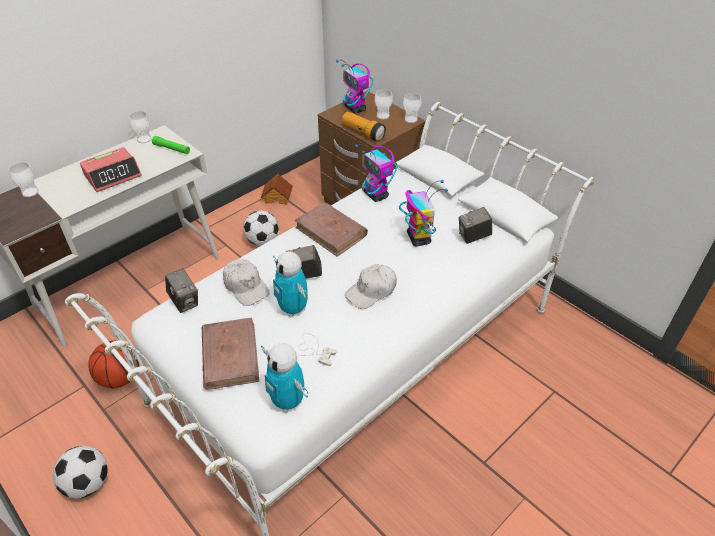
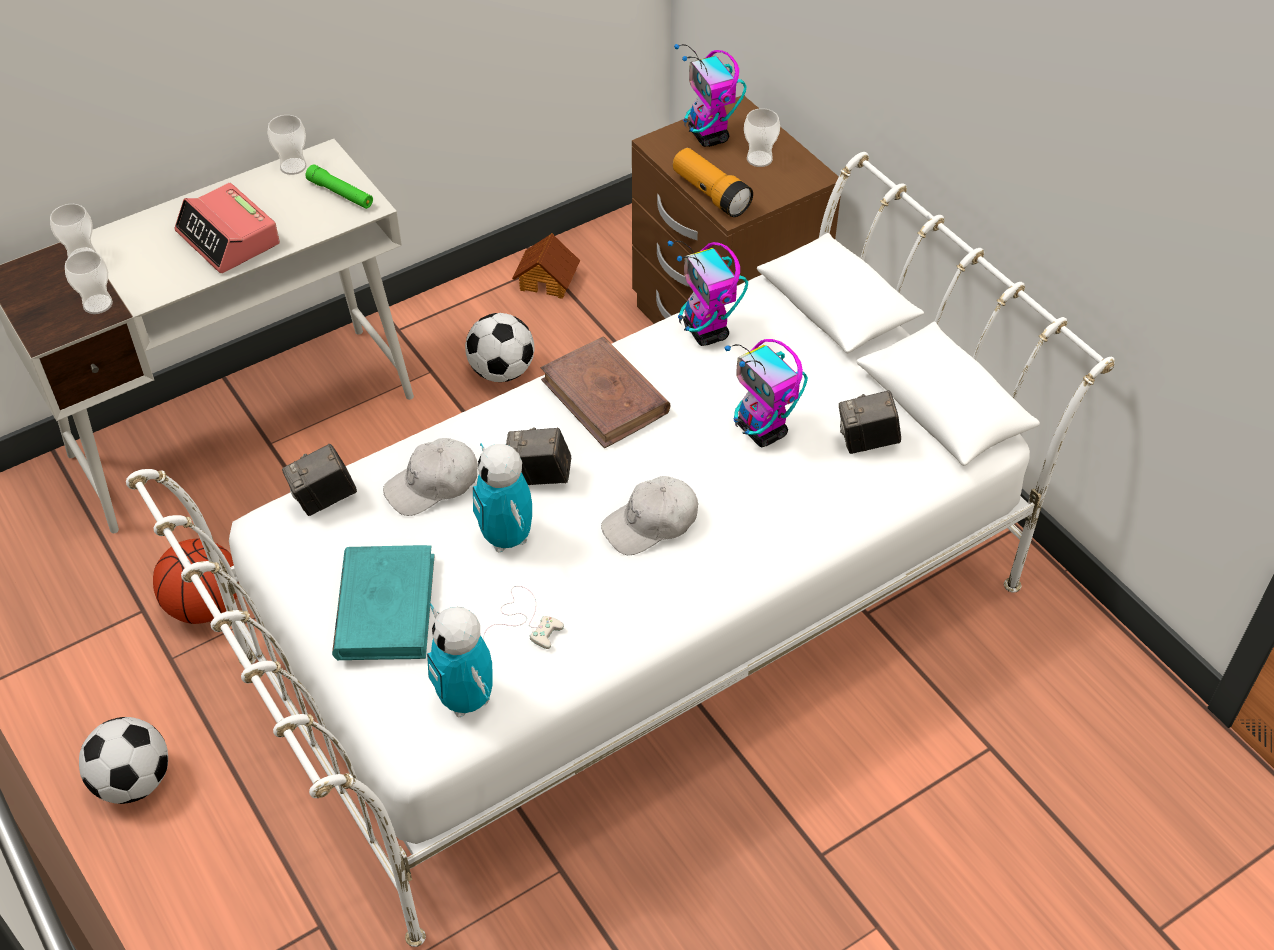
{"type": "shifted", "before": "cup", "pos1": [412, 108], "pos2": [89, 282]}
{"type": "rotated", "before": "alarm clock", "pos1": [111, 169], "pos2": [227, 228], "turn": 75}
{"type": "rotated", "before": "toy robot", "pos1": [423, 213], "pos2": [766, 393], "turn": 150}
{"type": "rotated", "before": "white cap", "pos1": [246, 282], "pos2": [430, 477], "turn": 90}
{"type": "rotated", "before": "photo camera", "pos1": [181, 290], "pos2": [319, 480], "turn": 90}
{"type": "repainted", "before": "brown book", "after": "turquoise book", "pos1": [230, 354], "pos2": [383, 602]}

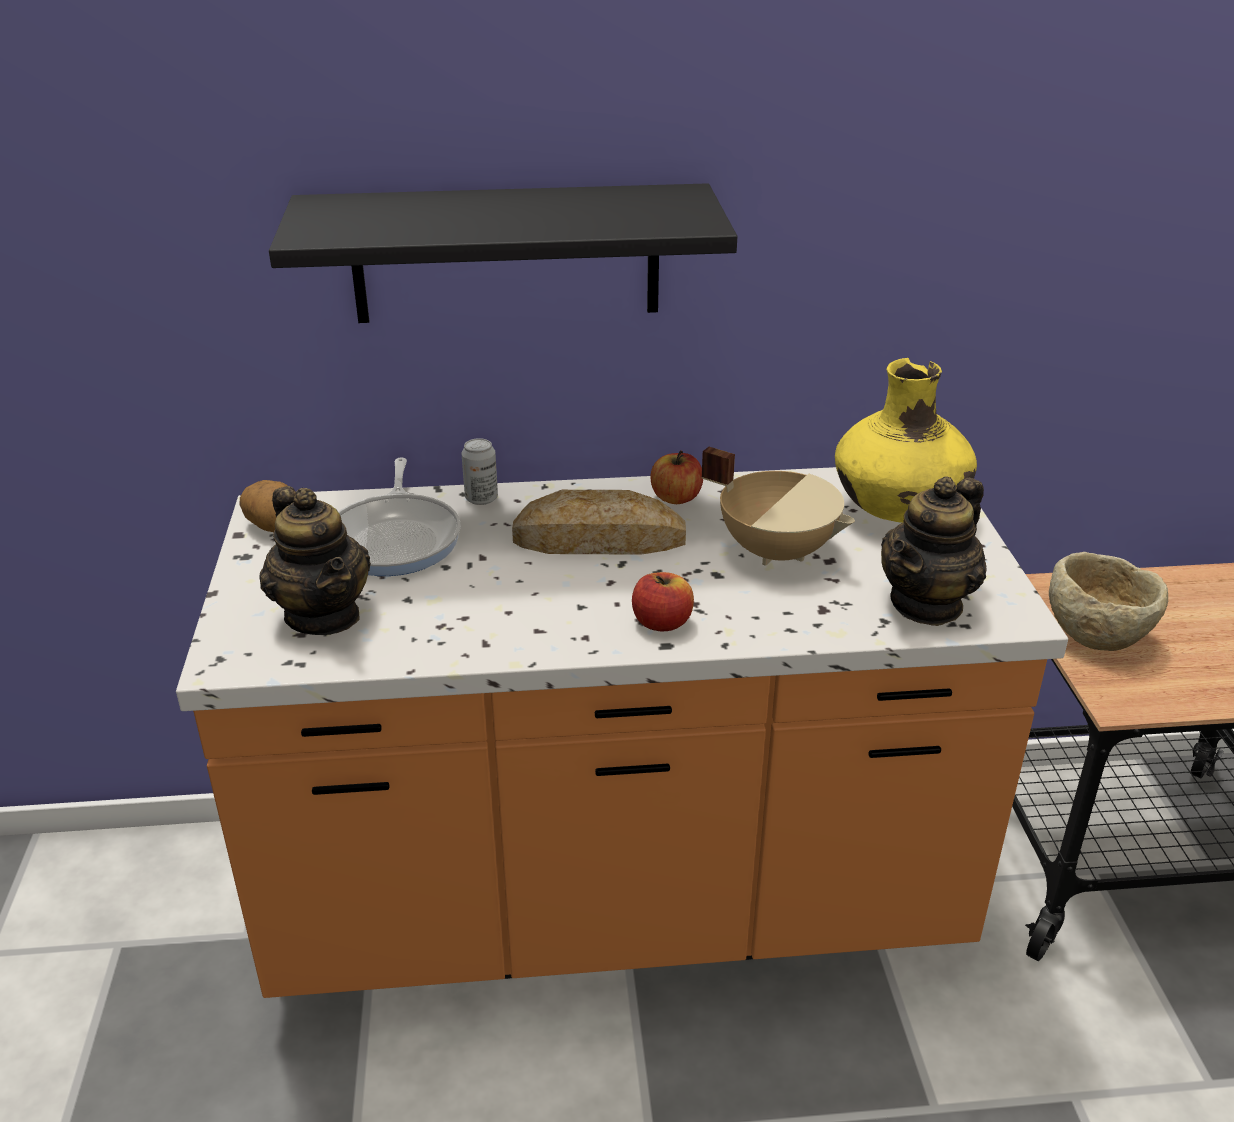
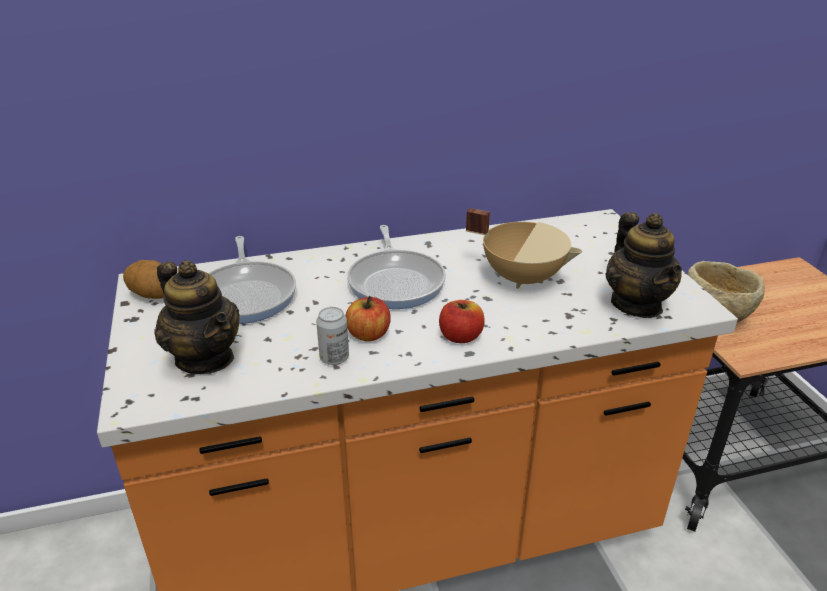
{"type": "gone", "before": "black shelf", "pos1": [503, 253]}
{"type": "gone", "before": "yellow vase", "pos1": [906, 440]}
{"type": "shifted", "before": "can", "pos1": [480, 471], "pos2": [332, 336]}
{"type": "shifted", "before": "apple", "pos1": [676, 477], "pos2": [368, 318]}
{"type": "rotated", "before": "teapot", "pos1": [933, 551], "pos2": [644, 265], "turn": -45}
{"type": "swapped", "before": "bread", "after": "frying pan", "pos1": [599, 522], "pos2": [396, 267]}

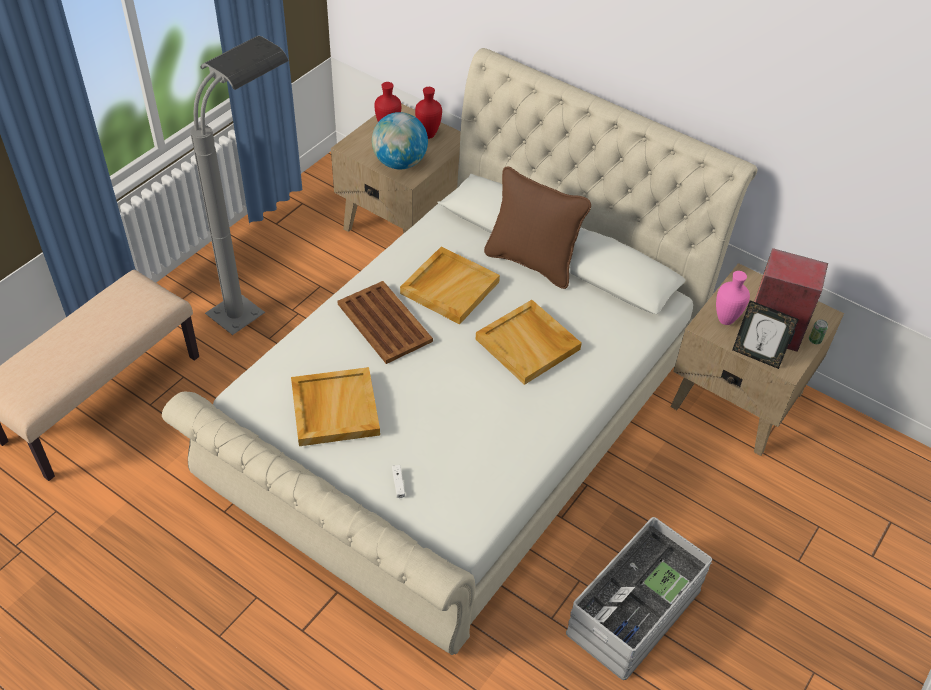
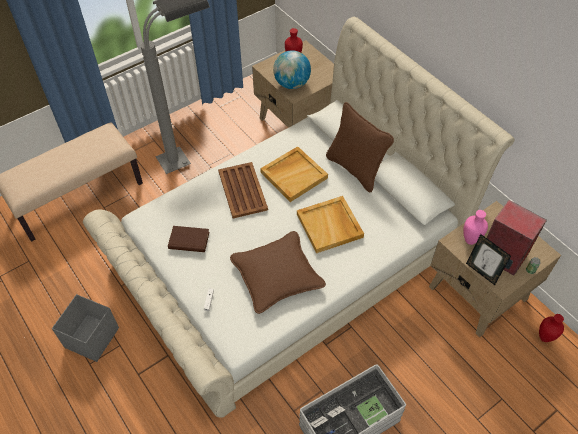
{"type": "shifted", "before": "red vase", "pos1": [428, 113], "pos2": [551, 328]}
{"type": "swapped", "before": "beige tray", "after": "brown book", "pos1": [335, 406], "pos2": [188, 239]}
{"type": "new", "after": "brown pillow", "pos2": [278, 272]}
{"type": "new", "after": "grey storage box", "pos2": [85, 328]}

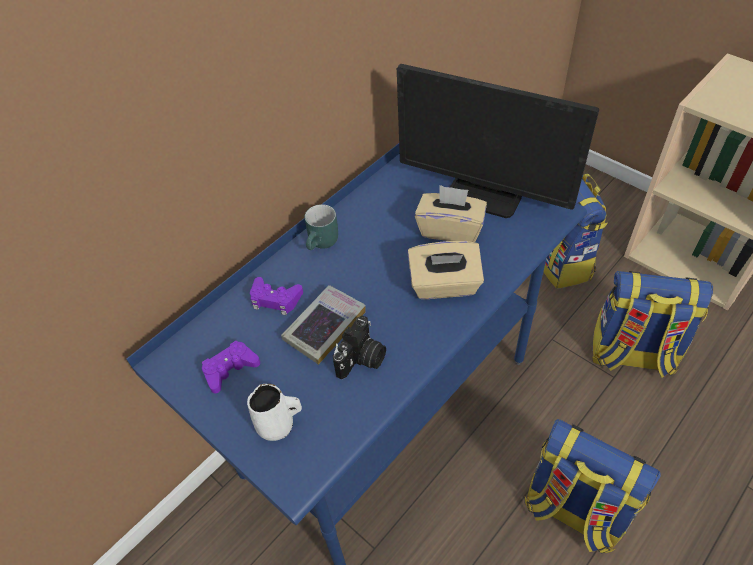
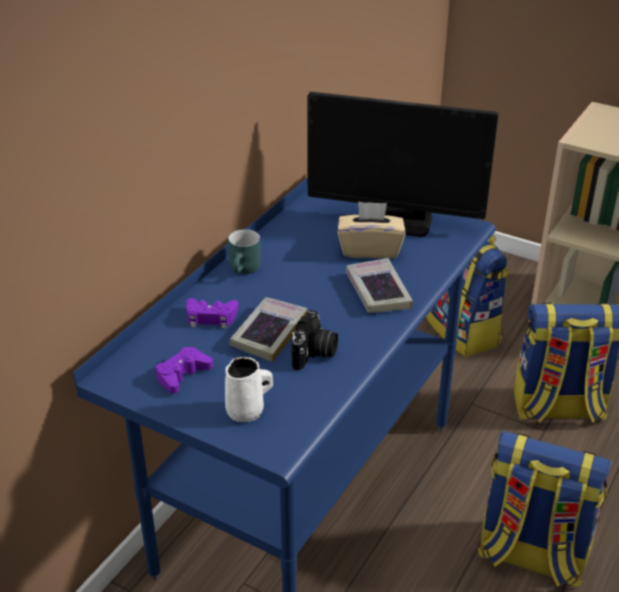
{"type": "swapped", "before": "beige tissue box", "after": "book", "pos1": [446, 270], "pos2": [379, 285]}

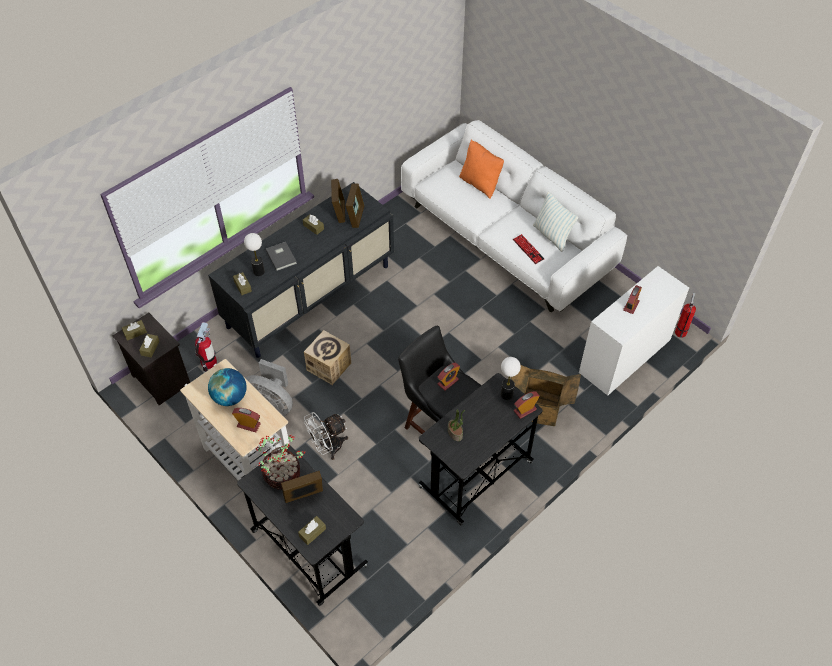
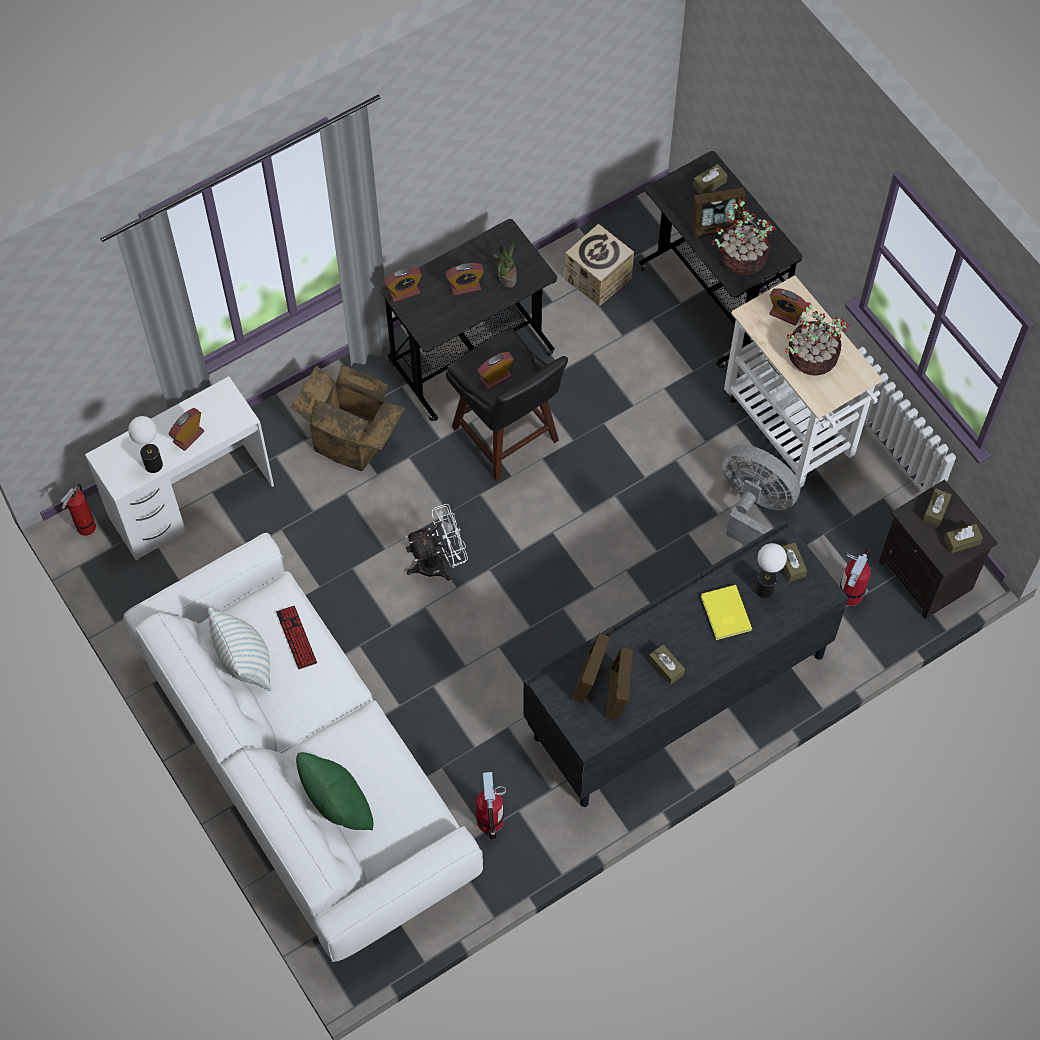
{"type": "repainted", "before": "orange pillow", "after": "green pillow", "pos1": [481, 169], "pos2": [334, 791]}
{"type": "repainted", "before": "grey book", "after": "yellow book", "pos1": [281, 256], "pos2": [726, 612]}
{"type": "shifted", "before": "cardboard box", "pos1": [327, 357], "pos2": [599, 265]}
{"type": "shifted", "before": "table lamp", "pos1": [511, 378], "pos2": [145, 444]}
{"type": "swapped", "before": "globe", "after": "potted plant", "pos1": [227, 387], "pos2": [817, 339]}
{"type": "shifted", "before": "white fan", "pos1": [326, 436], "pos2": [436, 542]}
{"type": "new", "after": "alarm clock", "pos2": [465, 279]}
{"type": "new", "after": "fire extinguisher", "pos2": [491, 806]}

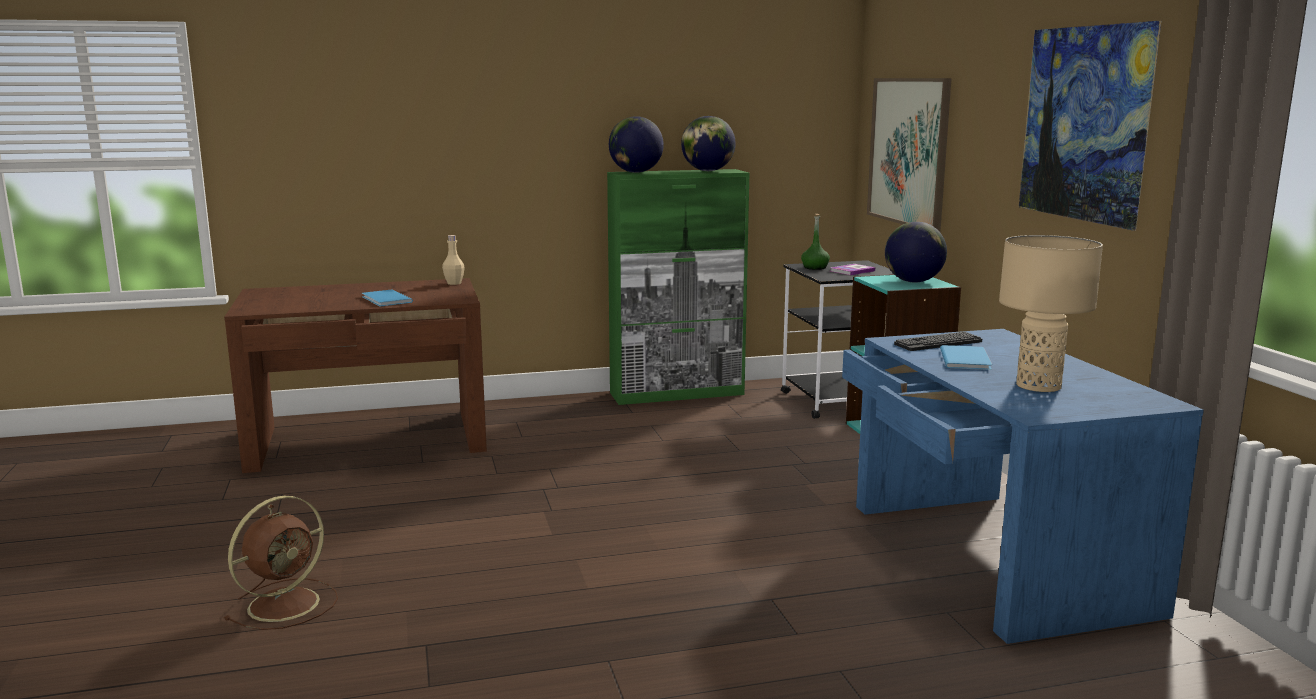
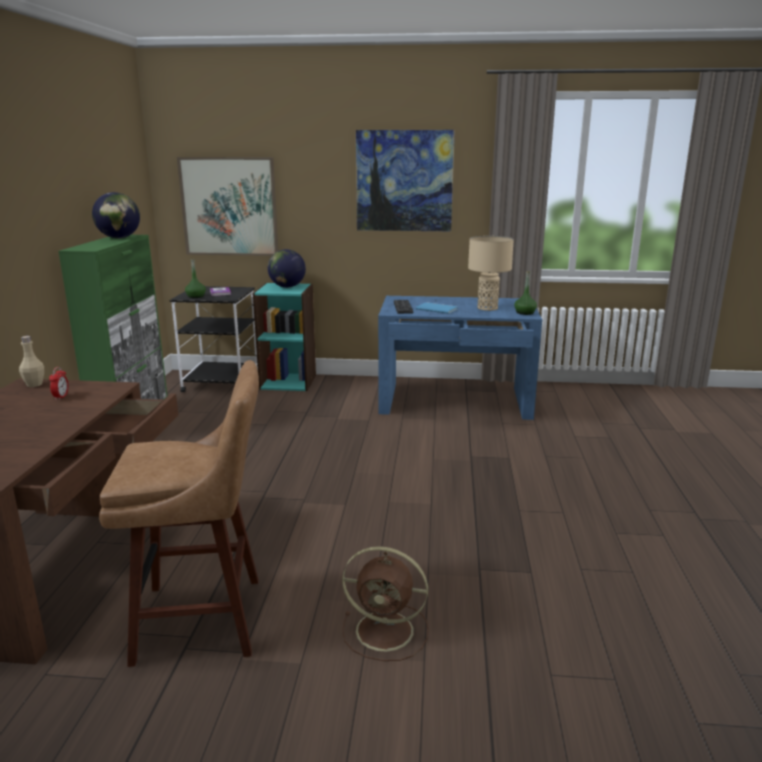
{"type": "gone", "before": "globe", "pos1": [636, 144]}
{"type": "gone", "before": "blue book", "pos1": [387, 297]}
{"type": "rotated", "before": "brown fan", "pos1": [281, 563], "pos2": [385, 603], "turn": 135}
{"type": "new", "after": "green bottle", "pos2": [525, 293]}
{"type": "new", "after": "brown stool", "pos2": [179, 513]}
{"type": "new", "after": "alarm clock", "pos2": [58, 383]}

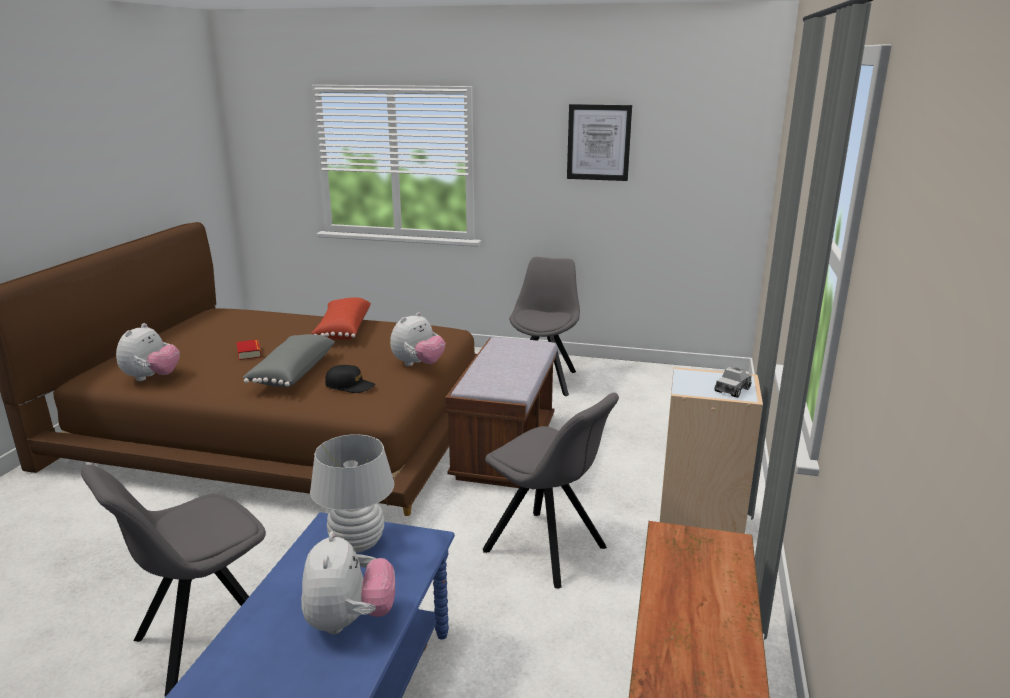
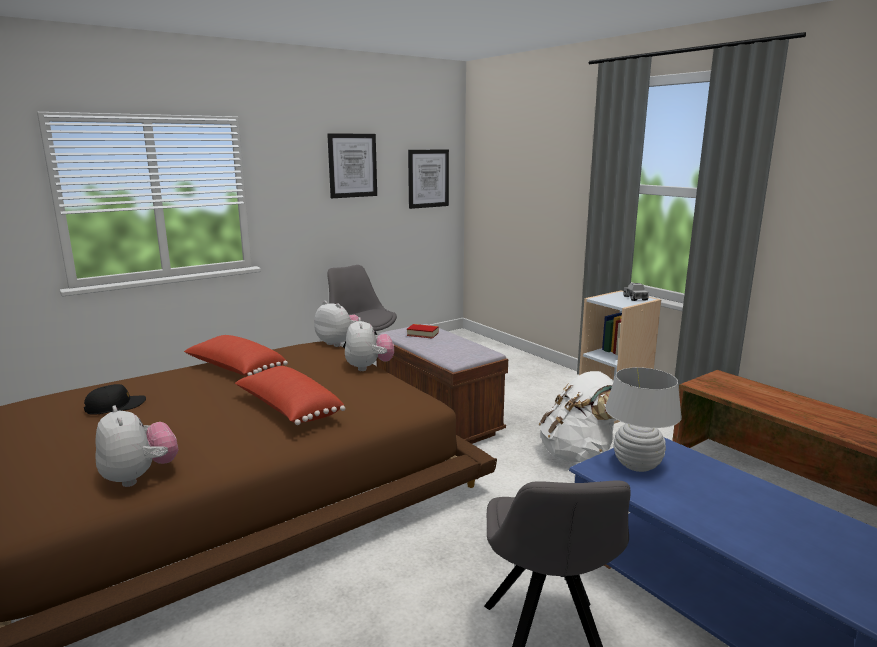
{"type": "repainted", "before": "grey pillow", "after": "red pillow", "pos1": [288, 360], "pos2": [290, 395]}
{"type": "shifted", "before": "book", "pos1": [249, 350], "pos2": [423, 331]}
{"type": "shifted", "before": "black cap", "pos1": [350, 379], "pos2": [115, 399]}
{"type": "swapped", "before": "grey chair", "after": "white backpack", "pos1": [551, 490], "pos2": [577, 416]}
{"type": "shifted", "before": "plush toy", "pos1": [348, 583], "pos2": [336, 324]}
{"type": "new", "after": "picture", "pos2": [428, 179]}

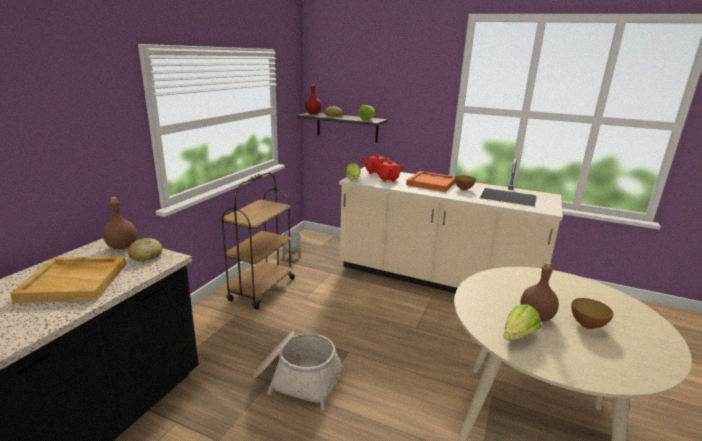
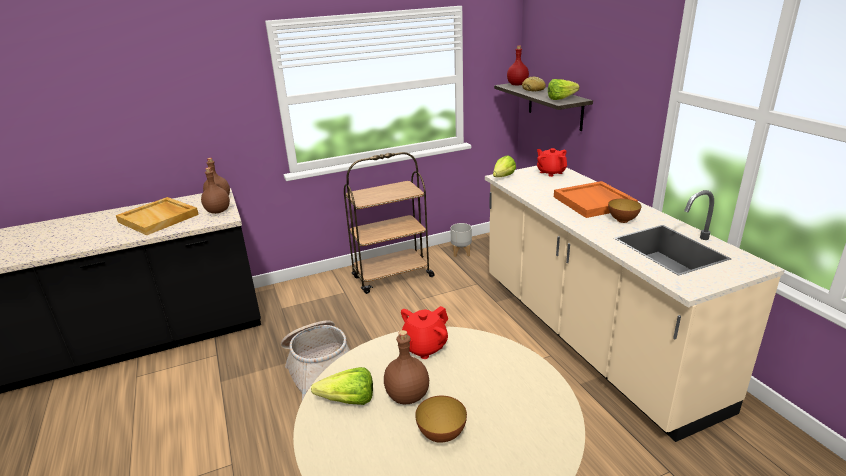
{"type": "shifted", "before": "red teapot", "pos1": [389, 171], "pos2": [423, 332]}
{"type": "swapped", "before": "bread", "after": "brown bottle", "pos1": [145, 249], "pos2": [215, 190]}

